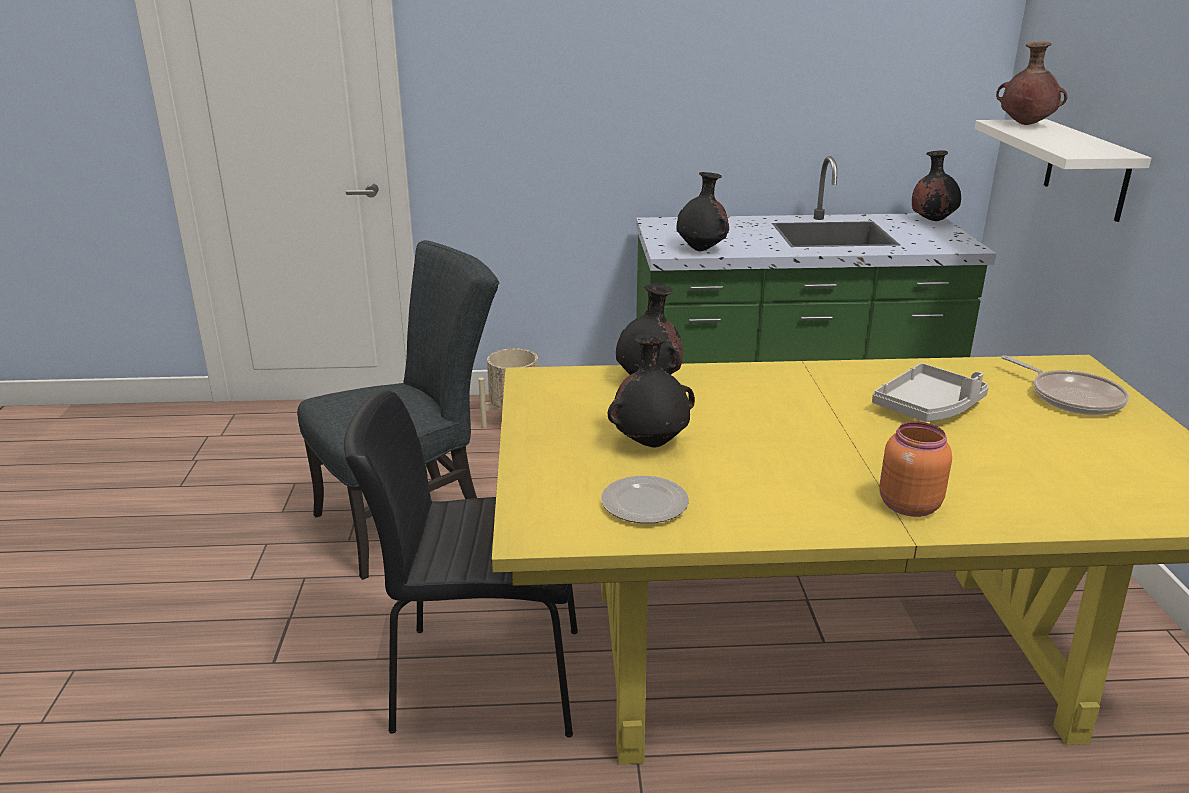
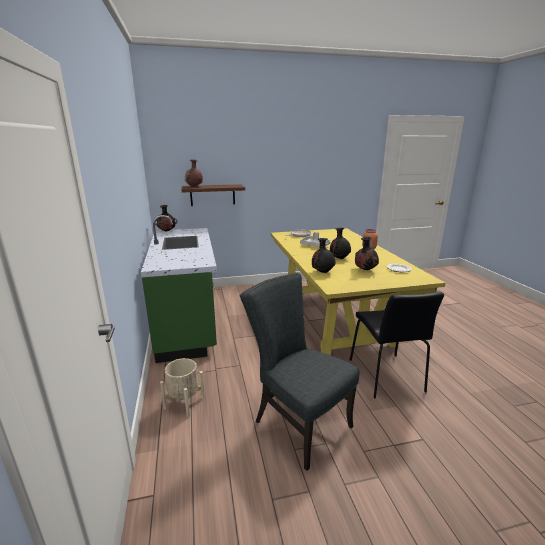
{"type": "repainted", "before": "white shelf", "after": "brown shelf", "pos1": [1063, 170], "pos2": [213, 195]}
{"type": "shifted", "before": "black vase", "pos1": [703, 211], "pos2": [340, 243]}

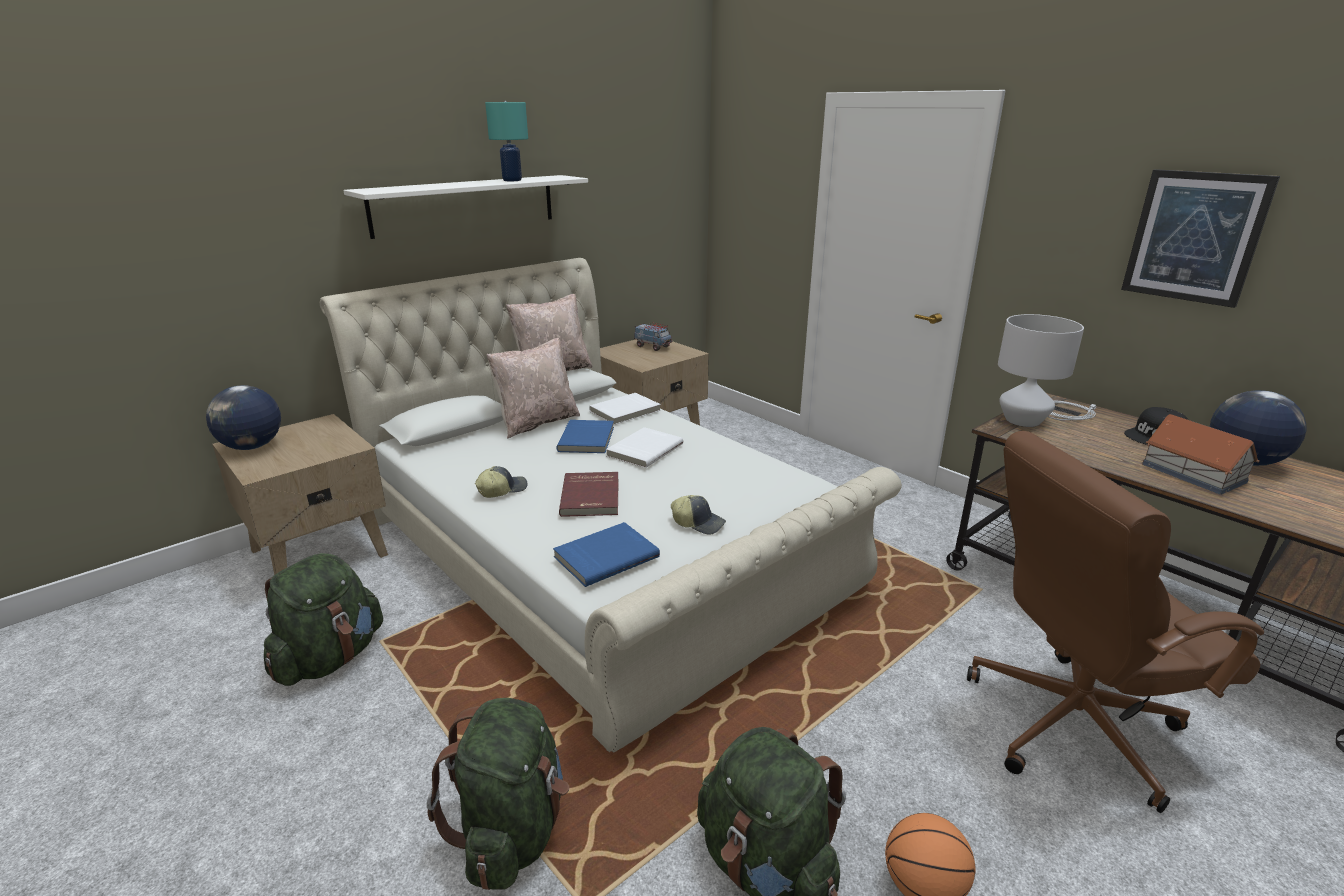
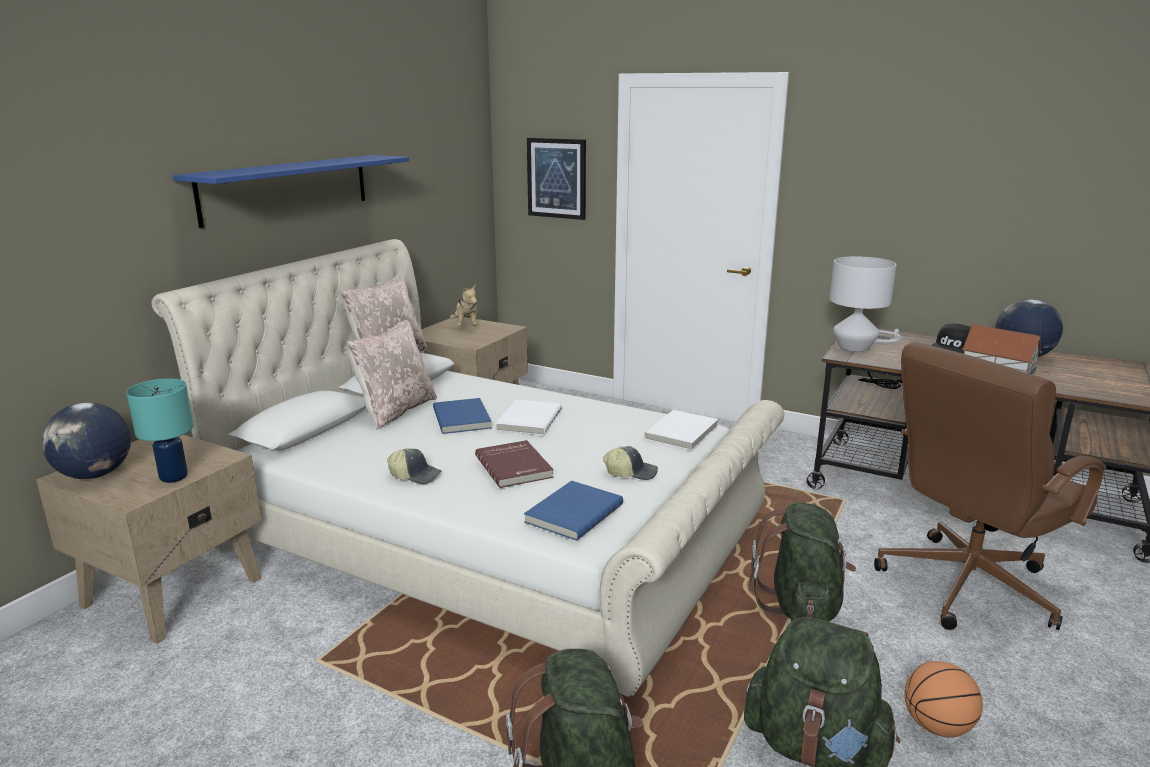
{"type": "shifted", "before": "turquoise table lamp", "pos1": [506, 141], "pos2": [160, 430]}
{"type": "shifted", "before": "picture", "pos1": [1200, 238], "pos2": [556, 179]}
{"type": "repainted", "before": "white shelf", "after": "blue shelf", "pos1": [465, 207], "pos2": [290, 191]}
{"type": "swapped", "before": "toy truck", "after": "plush toy", "pos1": [653, 337], "pos2": [463, 305]}
{"type": "shifted", "before": "white book", "pos1": [625, 409], "pos2": [681, 430]}
{"type": "rotated", "before": "cap", "pos1": [501, 482], "pos2": [414, 466], "turn": 75}
{"type": "shifted", "before": "green backpack", "pos1": [323, 619], "pos2": [803, 562]}

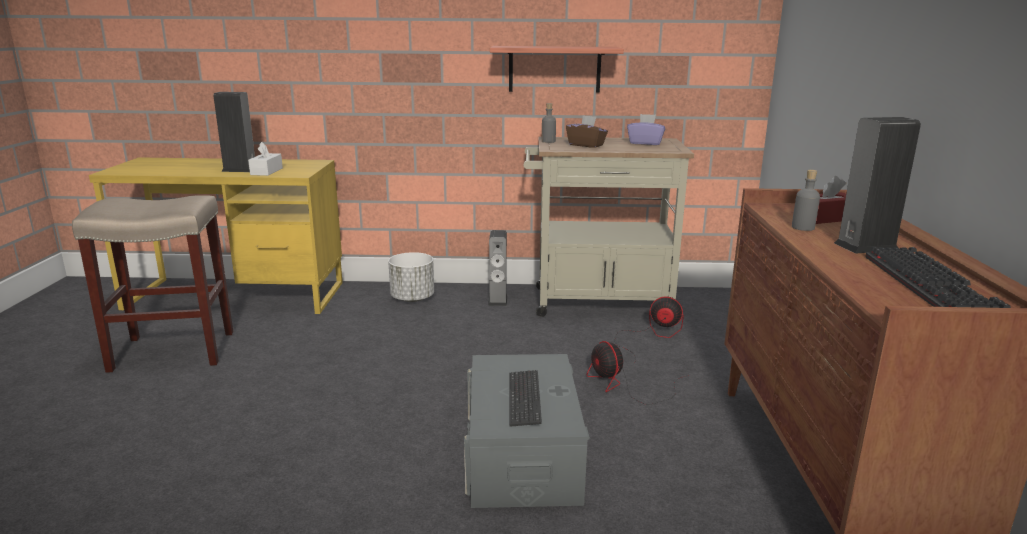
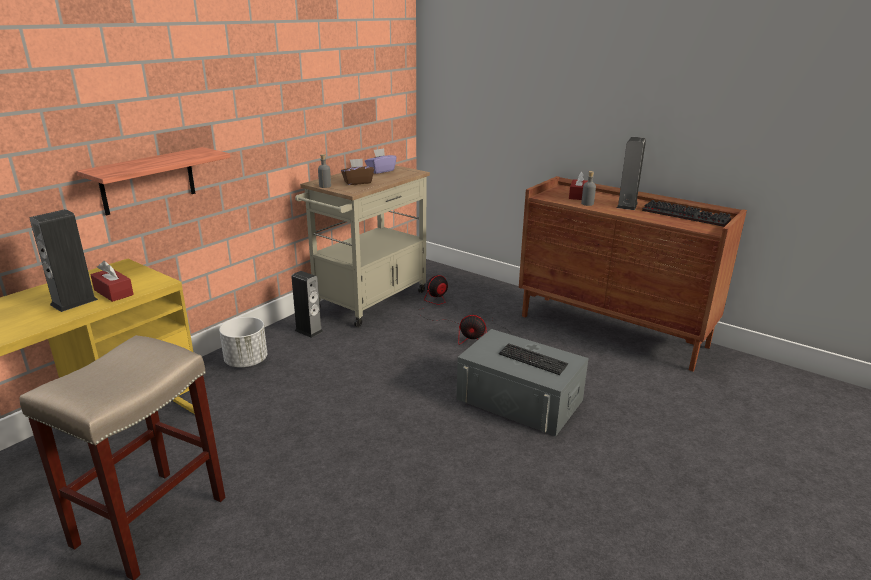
{"type": "shifted", "before": "shelf", "pos1": [557, 69], "pos2": [153, 181]}
{"type": "repainted", "before": "white tissue box", "after": "red tissue box", "pos1": [265, 159], "pos2": [112, 281]}

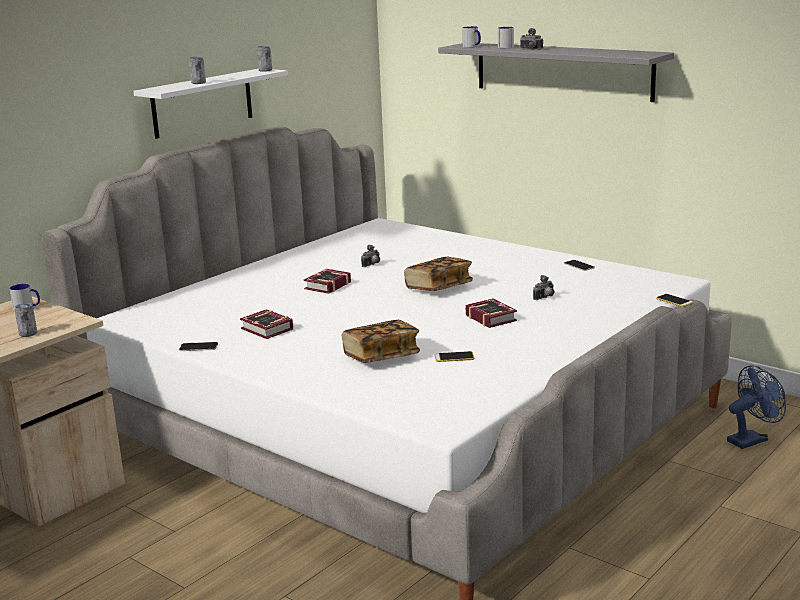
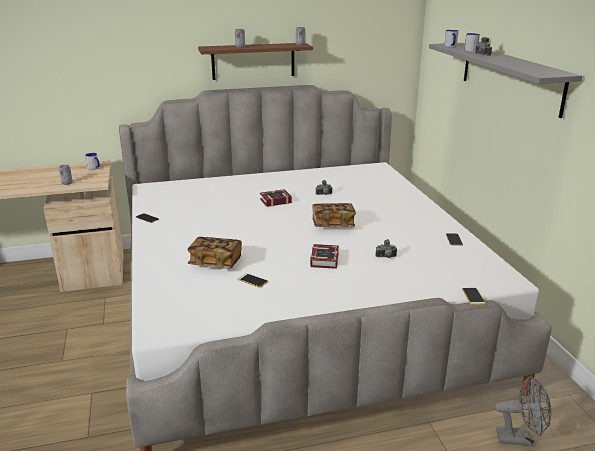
{"type": "repainted", "before": "white shelf", "after": "brown shelf", "pos1": [210, 104], "pos2": [255, 61]}
{"type": "gone", "before": "book", "pos1": [266, 324]}
{"type": "repainted", "before": "blue fan", "after": "grey fan", "pos1": [756, 407], "pos2": [523, 411]}

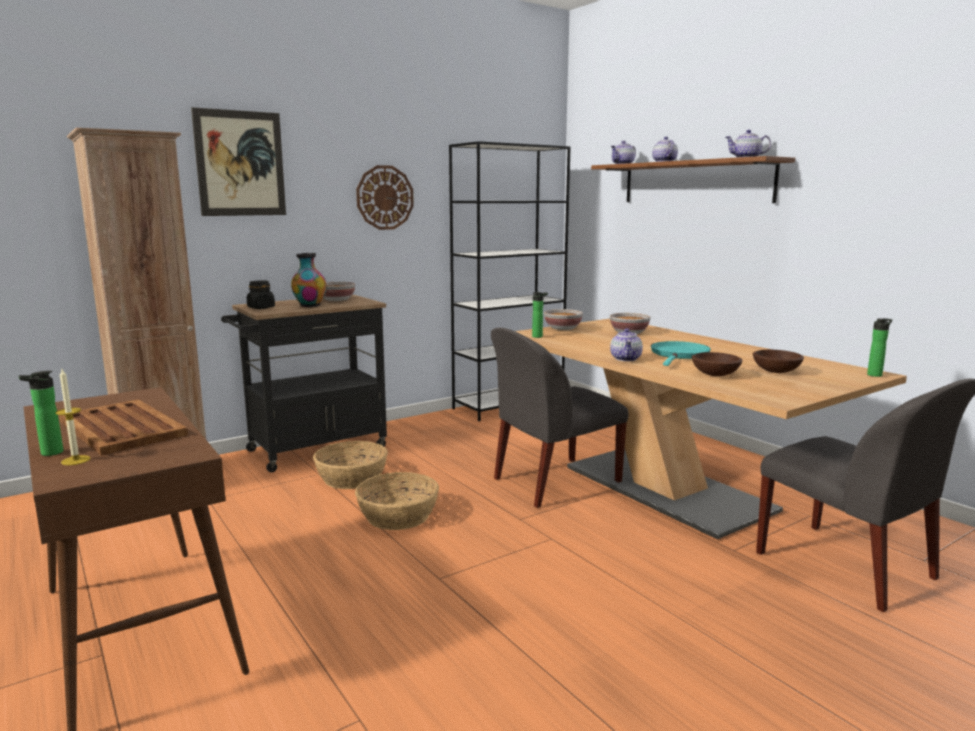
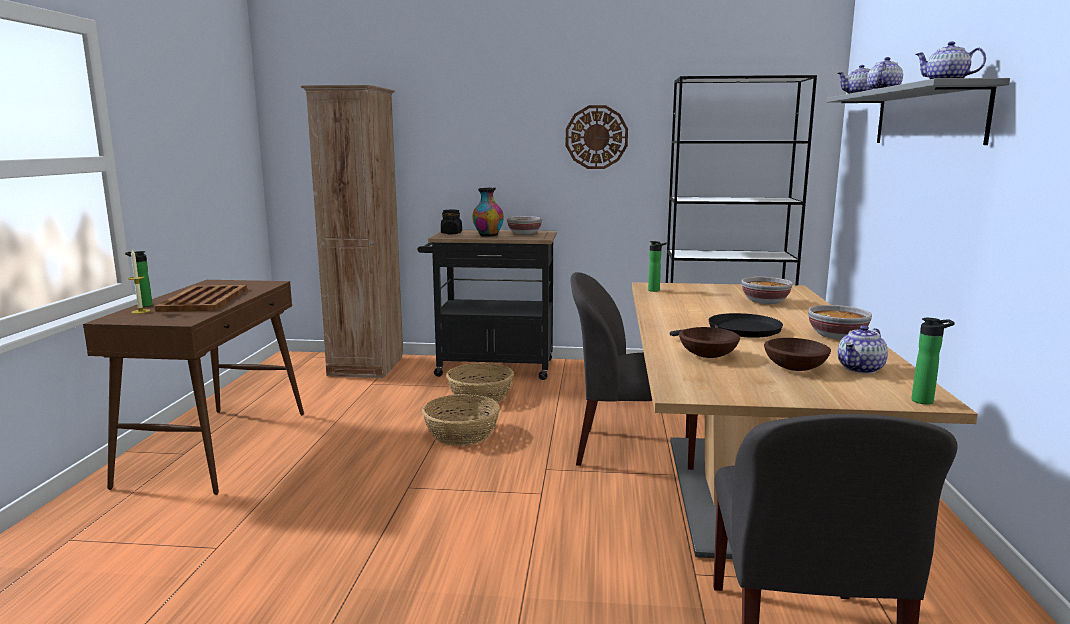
{"type": "gone", "before": "picture", "pos1": [238, 161]}
{"type": "repainted", "before": "brown shelf", "after": "grey shelf", "pos1": [693, 179], "pos2": [918, 111]}
{"type": "shifted", "before": "bowl", "pos1": [563, 319], "pos2": [840, 322]}
{"type": "shifted", "before": "teapot", "pos1": [626, 344], "pos2": [863, 349]}
{"type": "repainted", "before": "turquoise frying pan", "after": "black frying pan", "pos1": [681, 353], "pos2": [726, 325]}

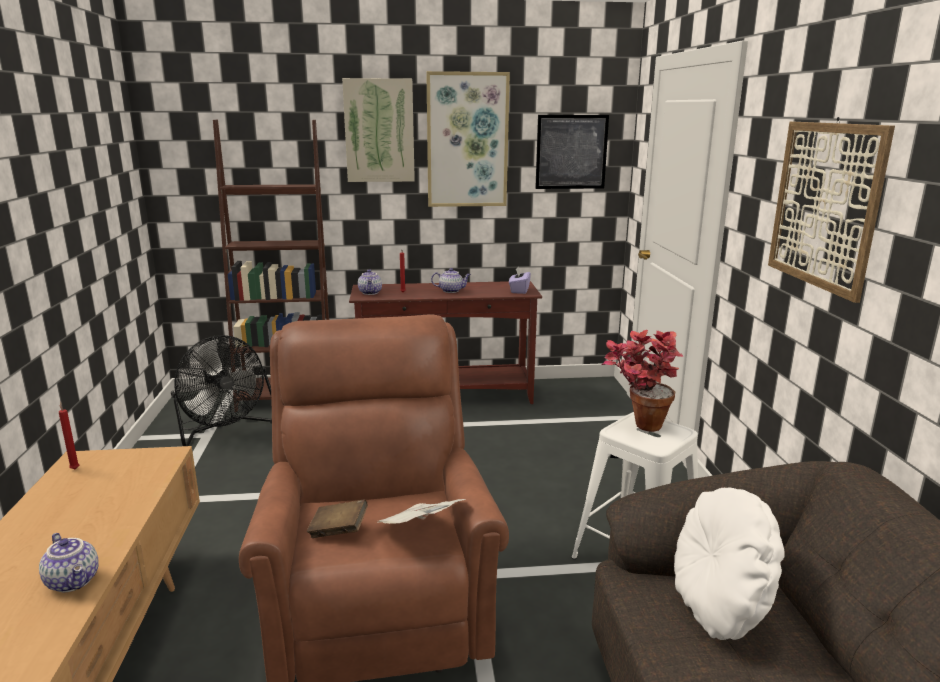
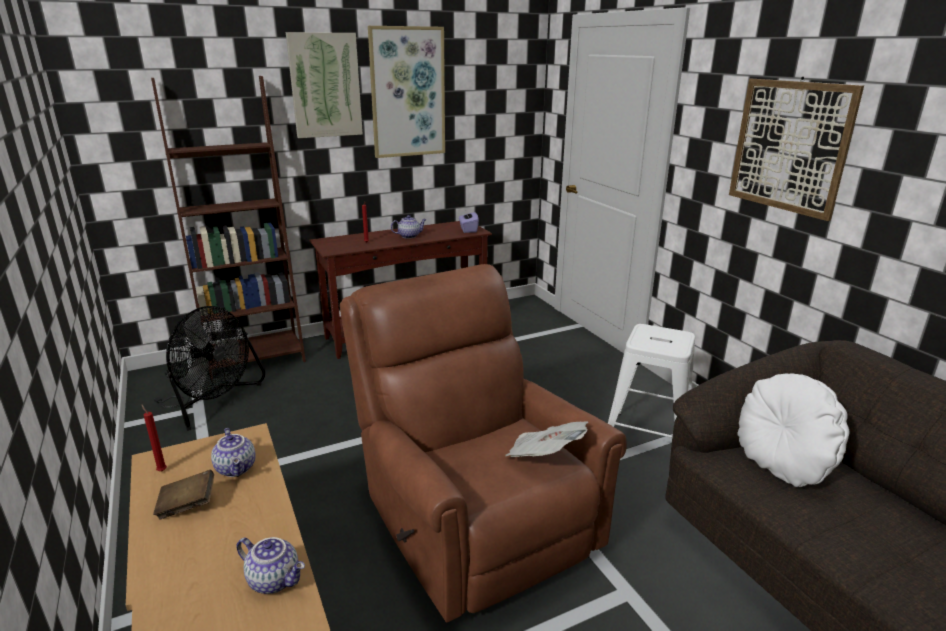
{"type": "gone", "before": "picture", "pos1": [572, 152]}
{"type": "shifted", "before": "teapot", "pos1": [370, 282], "pos2": [233, 452]}
{"type": "gone", "before": "potted plant", "pos1": [642, 381]}
{"type": "shifted", "before": "brown book", "pos1": [337, 518], "pos2": [183, 494]}

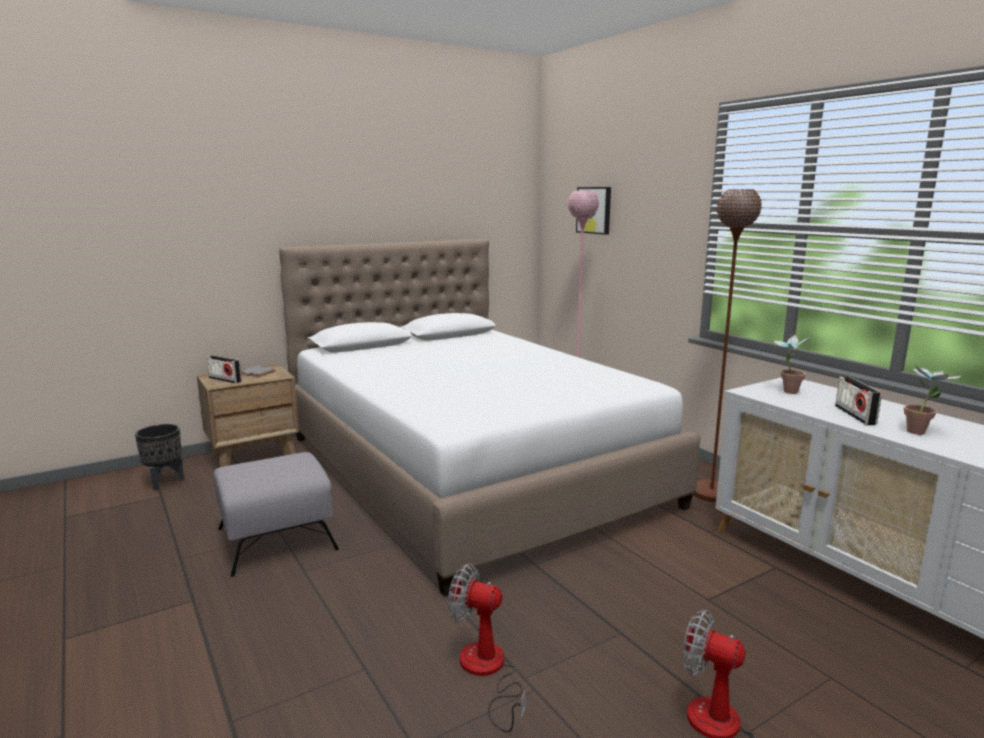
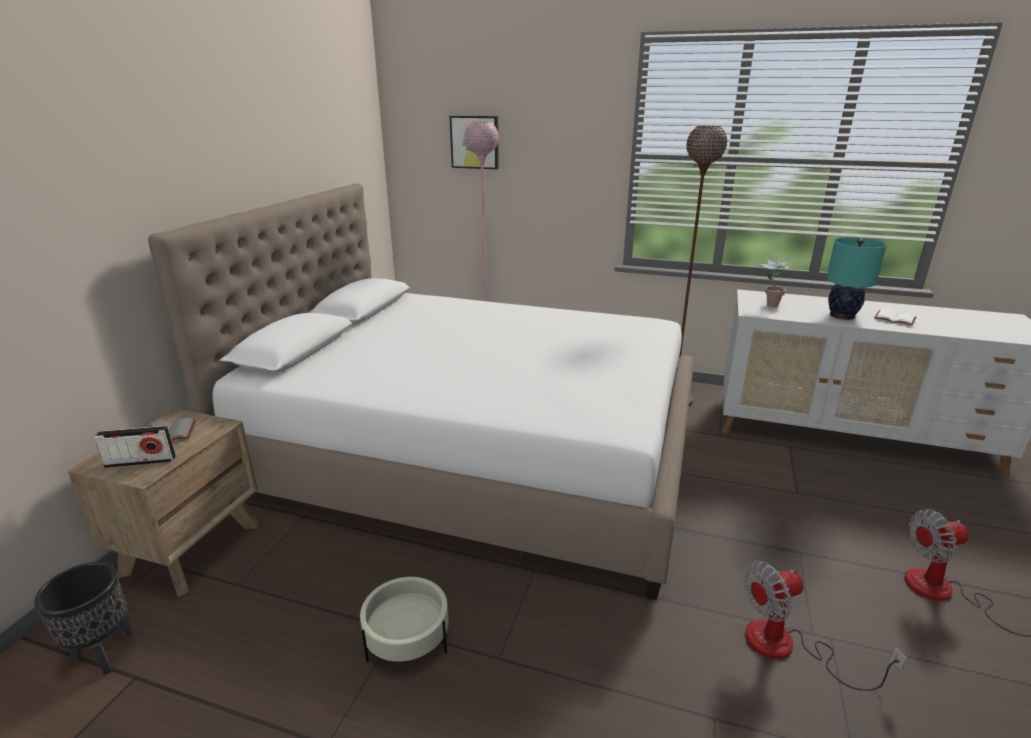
{"type": "swapped", "before": "potted plant", "after": "white book", "pos1": [932, 399], "pos2": [895, 317]}
{"type": "swapped", "before": "radio", "after": "turquoise table lamp", "pos1": [858, 400], "pos2": [856, 278]}
{"type": "swapped", "before": "grey ottoman", "after": "beige planter", "pos1": [276, 514], "pos2": [404, 619]}

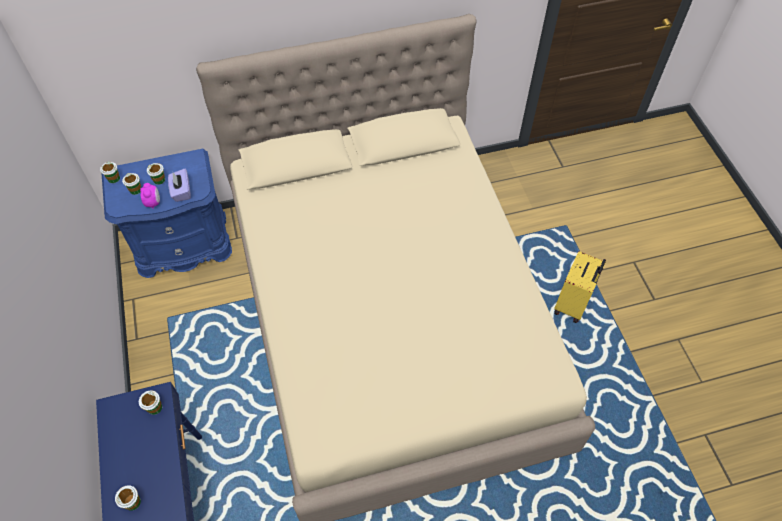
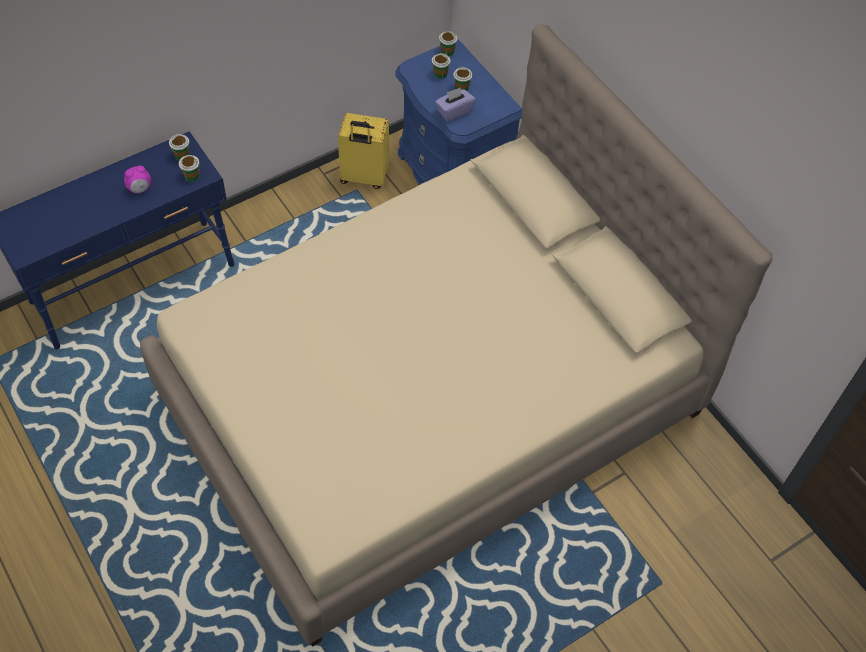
{"type": "shifted", "before": "alarm clock", "pos1": [150, 196], "pos2": [137, 179]}
{"type": "shifted", "before": "yellow suitcase", "pos1": [580, 287], "pos2": [363, 151]}
{"type": "shifted", "before": "cup", "pos1": [128, 498], "pos2": [179, 147]}

